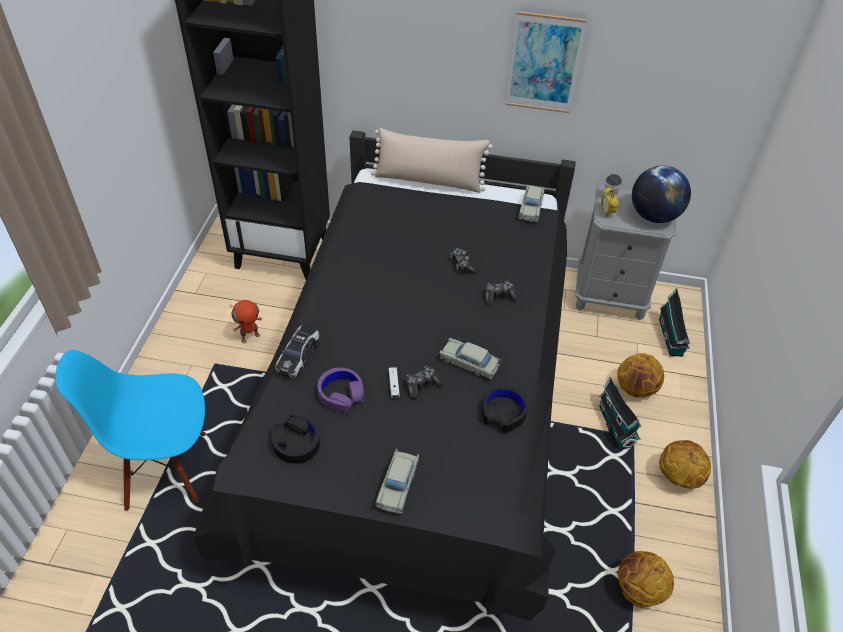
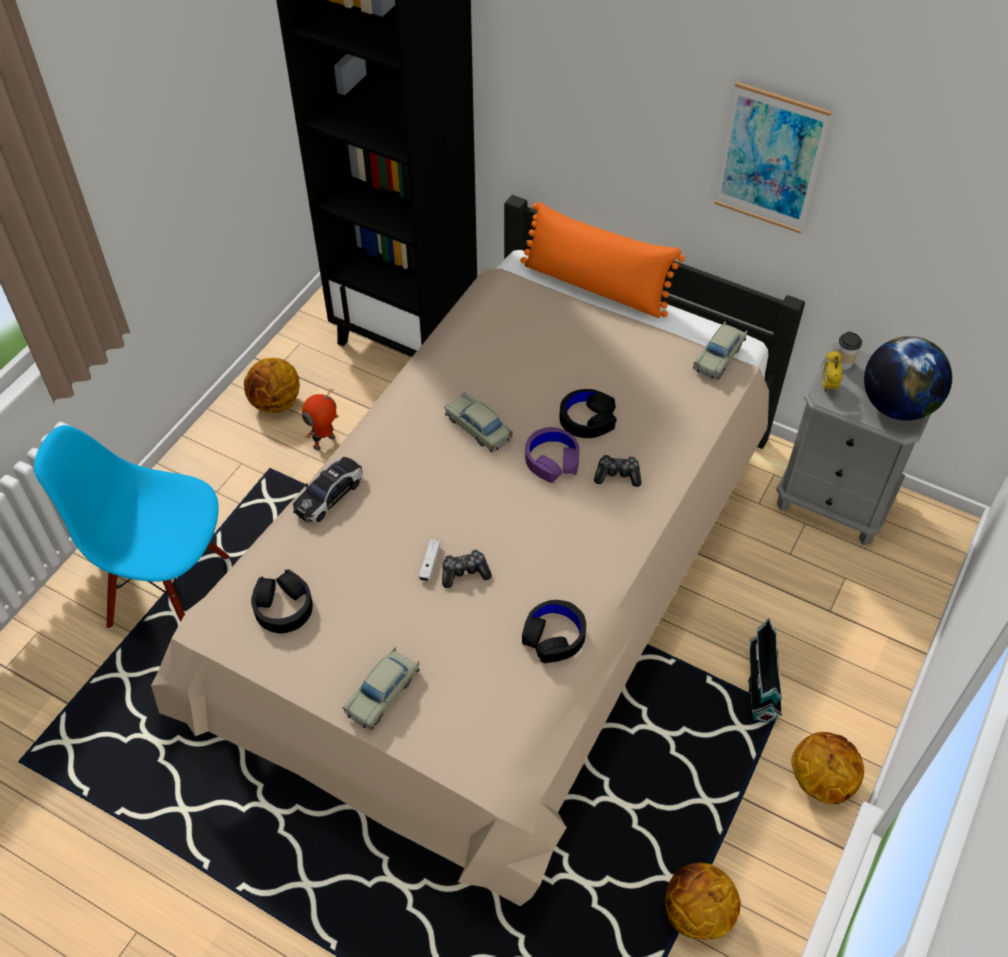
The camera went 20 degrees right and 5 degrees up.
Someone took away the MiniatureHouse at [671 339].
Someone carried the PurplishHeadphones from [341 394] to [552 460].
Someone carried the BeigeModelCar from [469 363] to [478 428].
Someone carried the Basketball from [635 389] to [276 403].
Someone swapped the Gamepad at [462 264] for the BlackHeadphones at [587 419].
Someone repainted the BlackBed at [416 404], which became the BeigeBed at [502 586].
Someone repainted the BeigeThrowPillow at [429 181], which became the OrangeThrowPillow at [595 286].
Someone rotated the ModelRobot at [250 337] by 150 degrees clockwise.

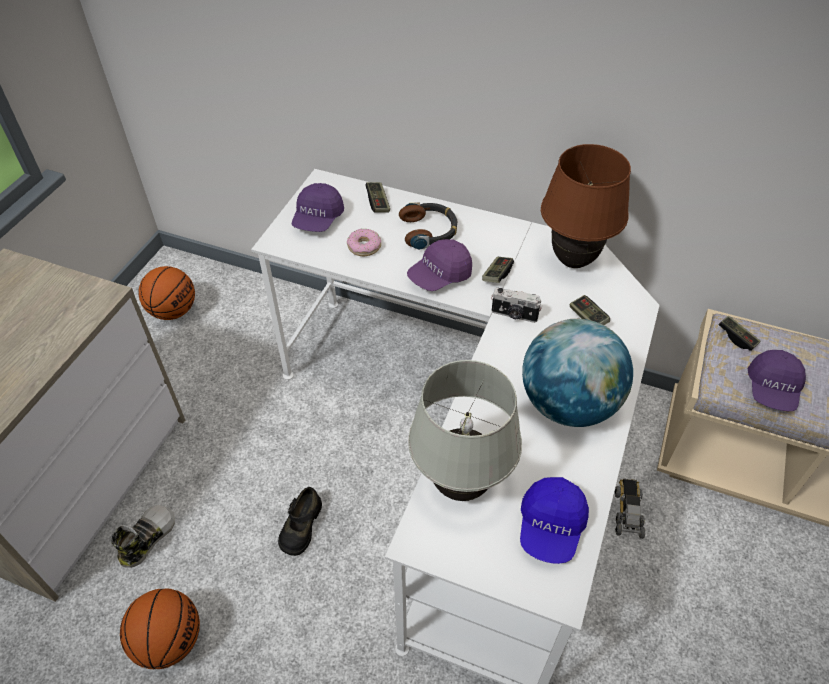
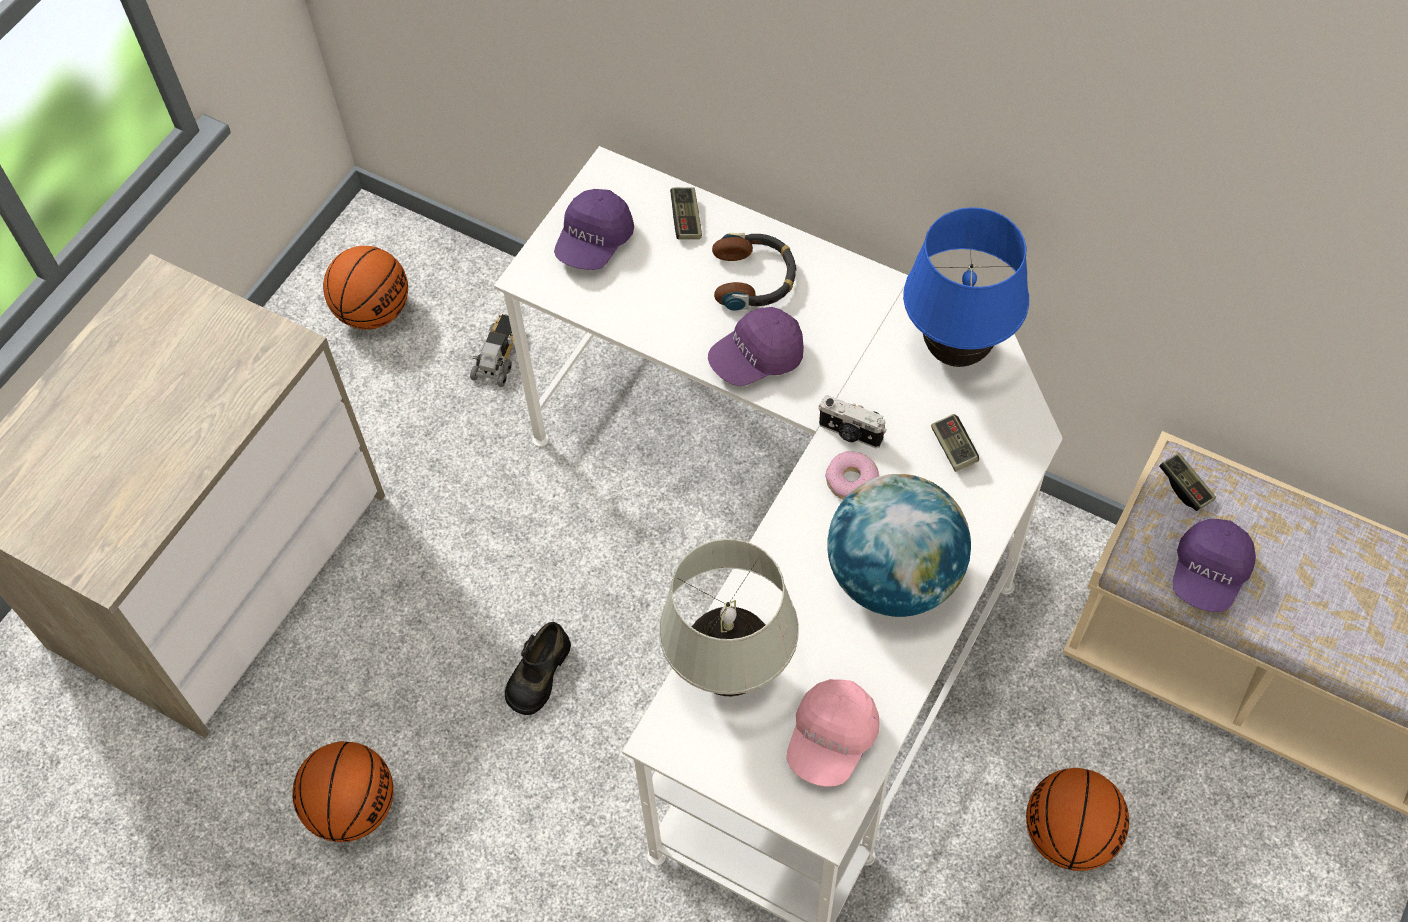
The camera went 10 degrees right and 10 degrees up.
Someone took away the LowShoe at [146 538].
Someone took away the Gamepad at [497 275].
Someone put down the Basketball at [1068 835].
Someone carried the Donut from [364 246] to [852 480].
Someone carried the ToyTruck from [628 512] to [499 355].
Someone repainted the BluishPeakedCap at [550 527], which became the PinkPeakedCap at [831 740].
Someone repainted the BrownishTabletopLamp at [573 261], which became the BluishTabletopLamp at [956 351].

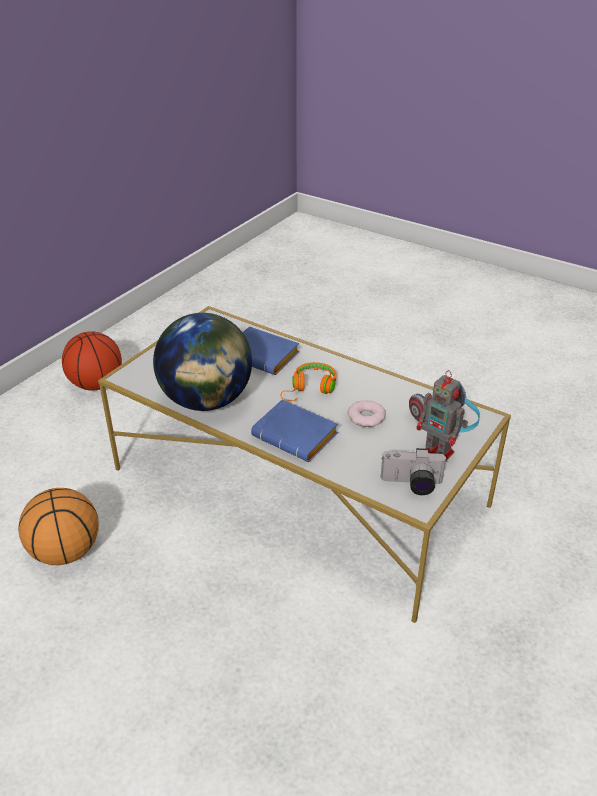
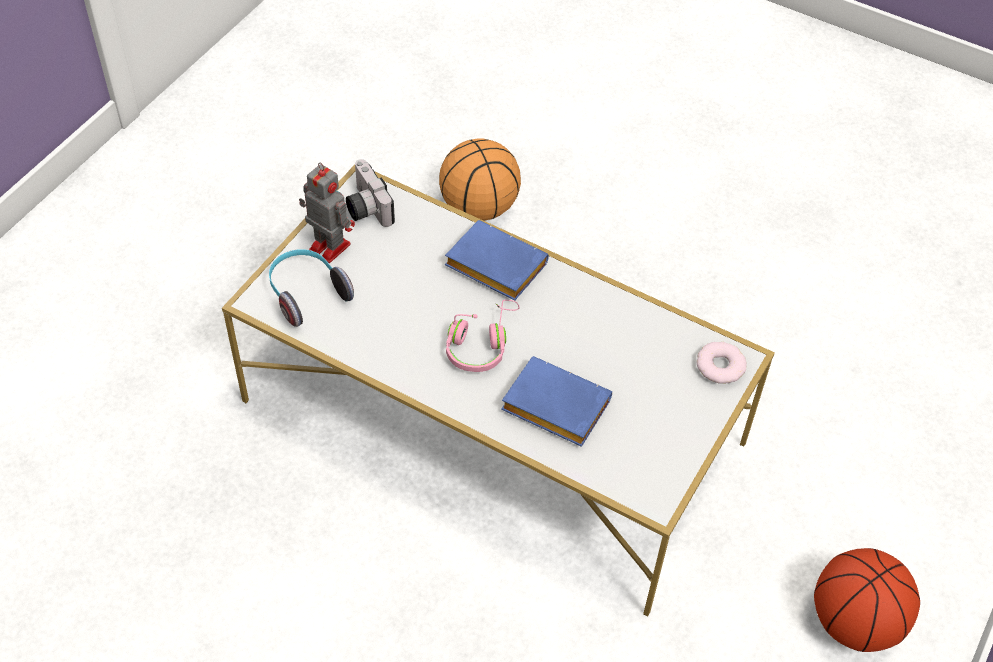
The camera went 175 degrees right and 15 degrees up.
Someone took away the Globe at [207 401].
Someone carried the Basketball from [65 552] to [479 207].
Someone carried the Donut from [366 417] to [720 366].
Someone repainted the OrangeHeadphones at [310 389], which became the PinkHeadphones at [481 343].
Someone rotated the PhotoCamera at [412 485] by 120 degrees counterclockwise.

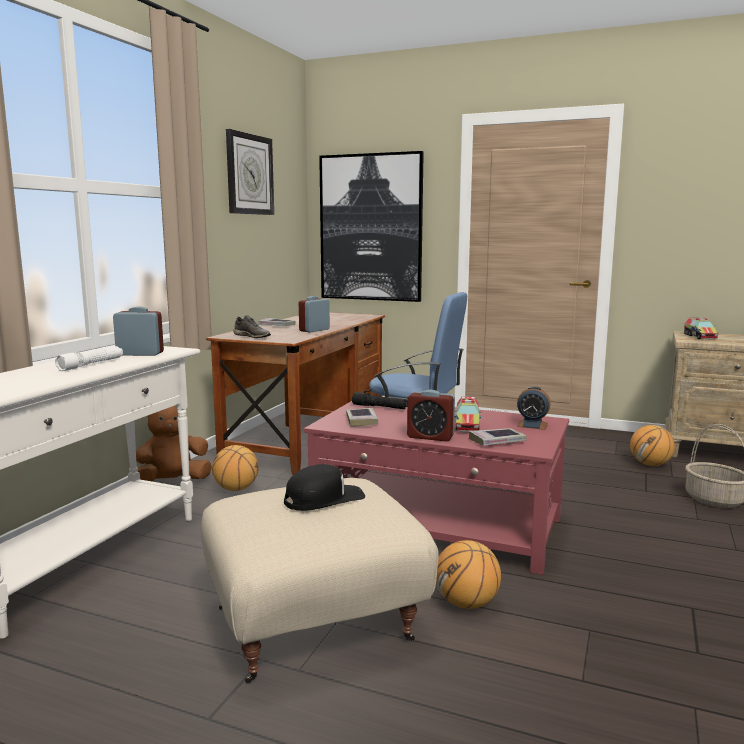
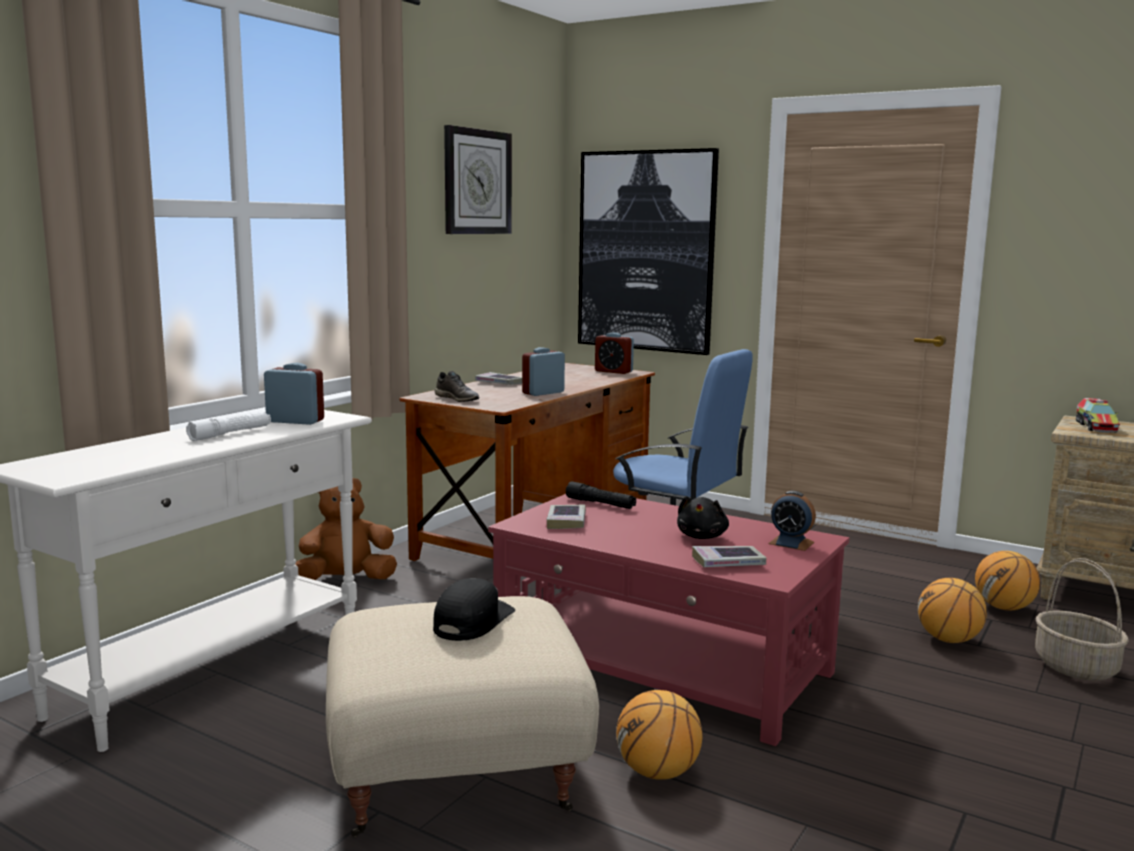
The camera went 10 degrees right and 0 degrees up.
Someone carried the Basketball from [236 489] to [948 640].
Someone carried the AlarmClock from [430 437] to [613 371].
Someone swapped the ToyTruck at [467 425] for the BlackPlushToy at [702 536].
Someone rotated the BlackPeakedCap at [324 499] by 45 degrees counterclockwise.

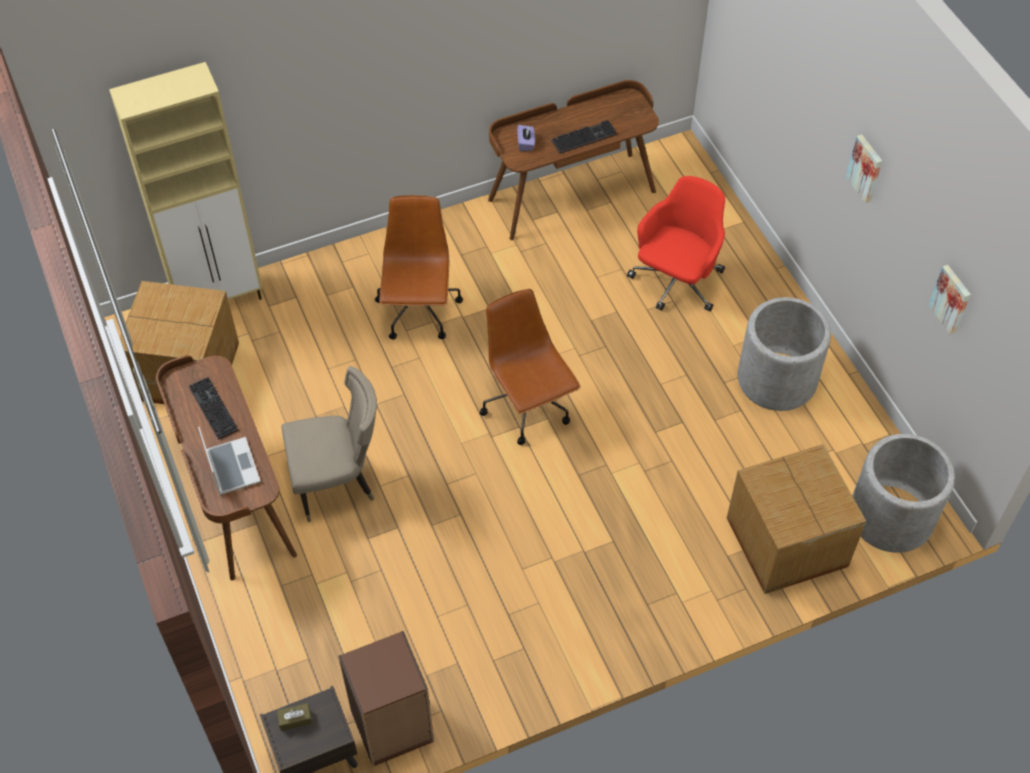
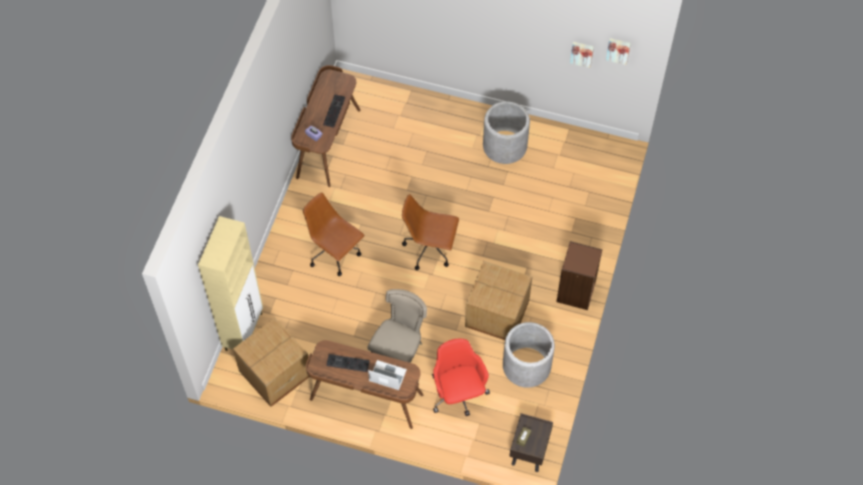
The camera went 50 degrees left and 5 degrees up.
Someone carried the BrownishBookshelf from [392 727] to [576 292].
Someone carried the ReddishOfficeChair from [676 283] to [458 393].
Someone carried the Carton from [786 543] to [497 314].
Someone carried the WallArt from [866 168] to [618 50].
Someone carried the GreyishFlowerPot from [890 516] to [526 366].

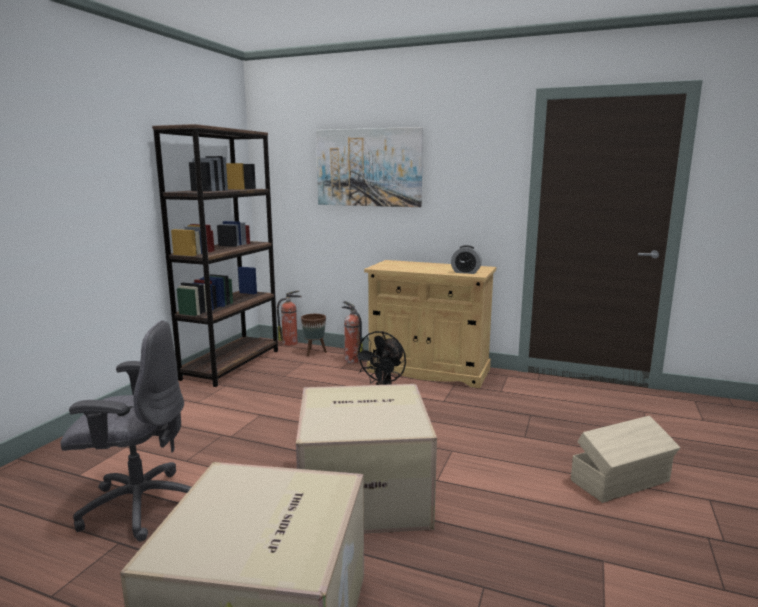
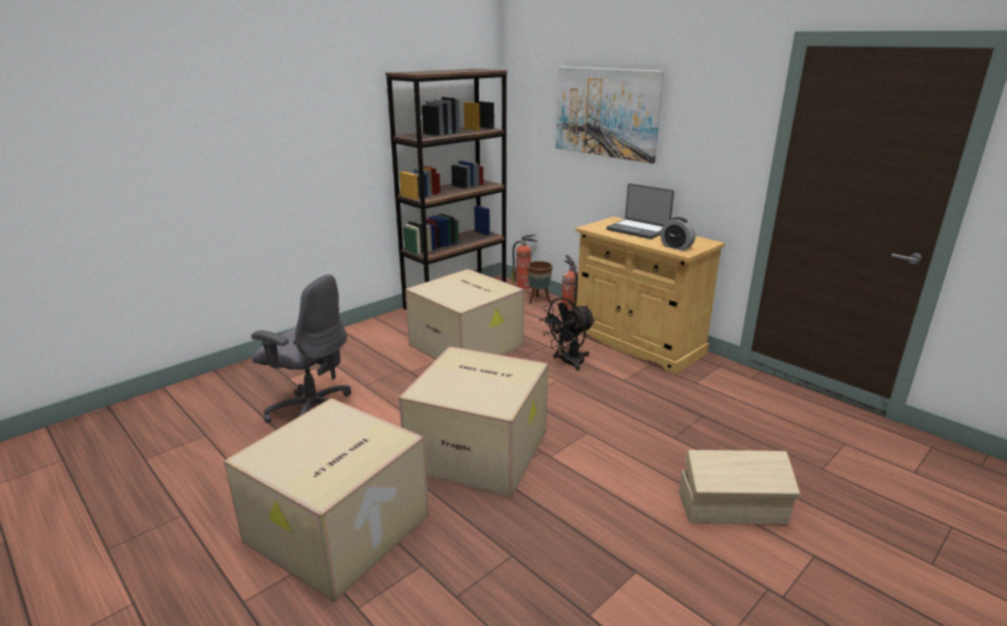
The camera went 25 degrees right and 10 degrees up.
Someone put down the Carton at [468 345].
Someone put down the PortableComputer at [638 230].

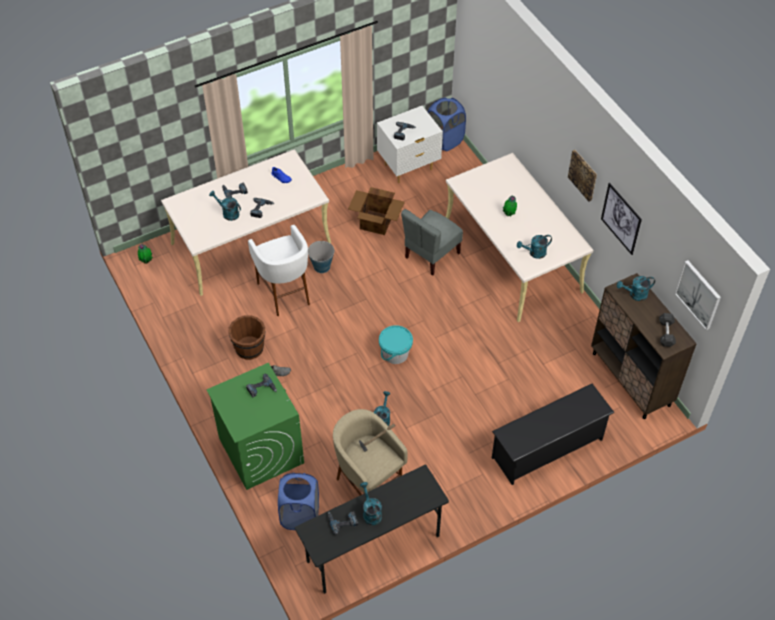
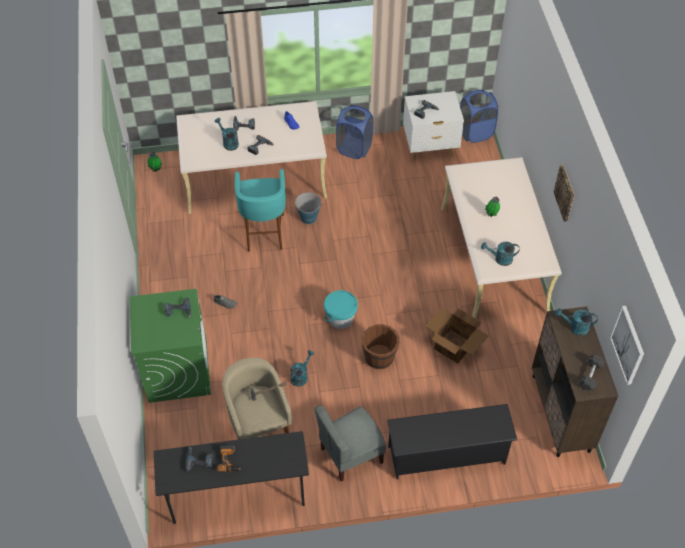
The camera went 20 degrees right and 0 degrees up.
Someone took away the WallArt at [621 218].
Someone carried the BrownishPail from [249 348] to [379 357].
Someone carried the BluishWashingBasket from [300 515] to [354 148].
Someone carried the Carton from [376 222] to [454 347].
Someone carried the GreyishPlainChair from [431 255] to [350 455].
Someone swapped the BlueGreenWateringCan at [370 512] for the ElectricDrill at [229 460].
Someone repainted the WhiteStool at [285 293], which became the BlueGreenStool at [264 233].

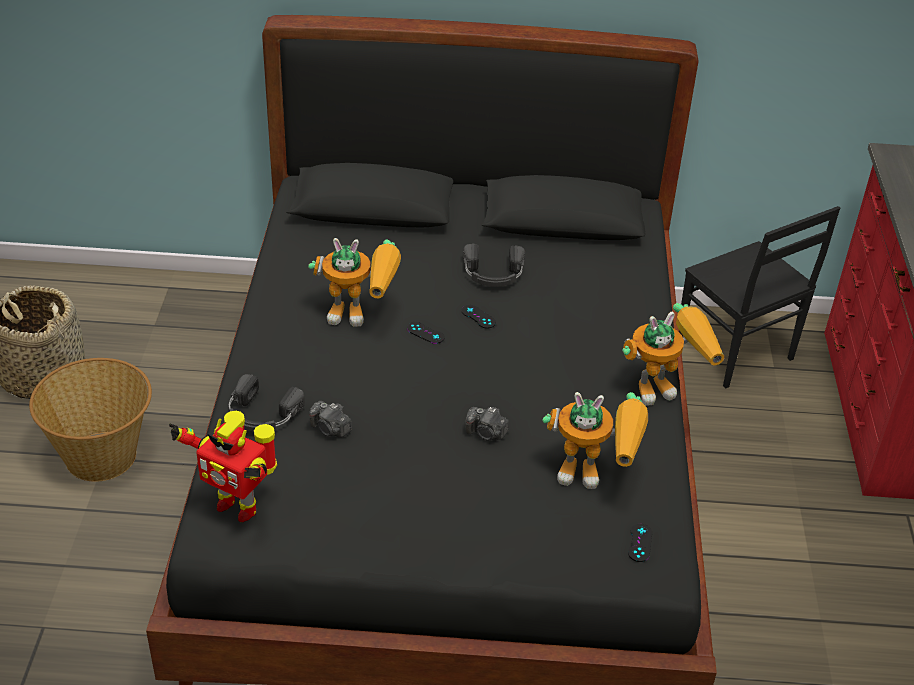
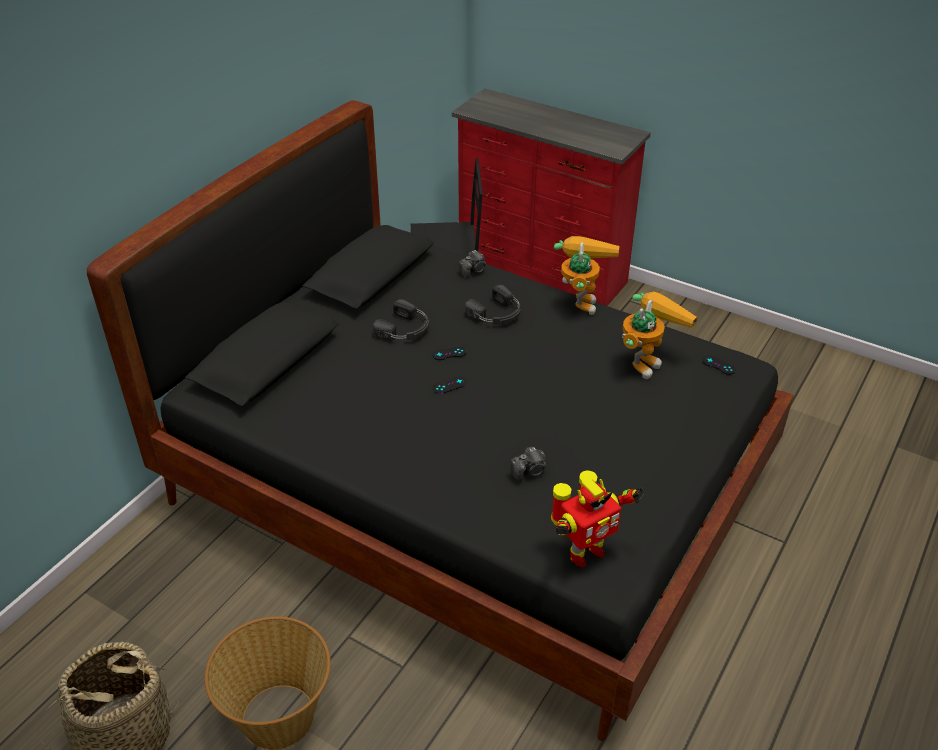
The camera went 60 degrees left and 0 degrees up.
Someone took away the ModelRobot at [362 314].
Someone carried the BlackHeadphones from [261 414] to [497 314].
Someone carried the PhotoCamera from [486 433] to [473 271].

